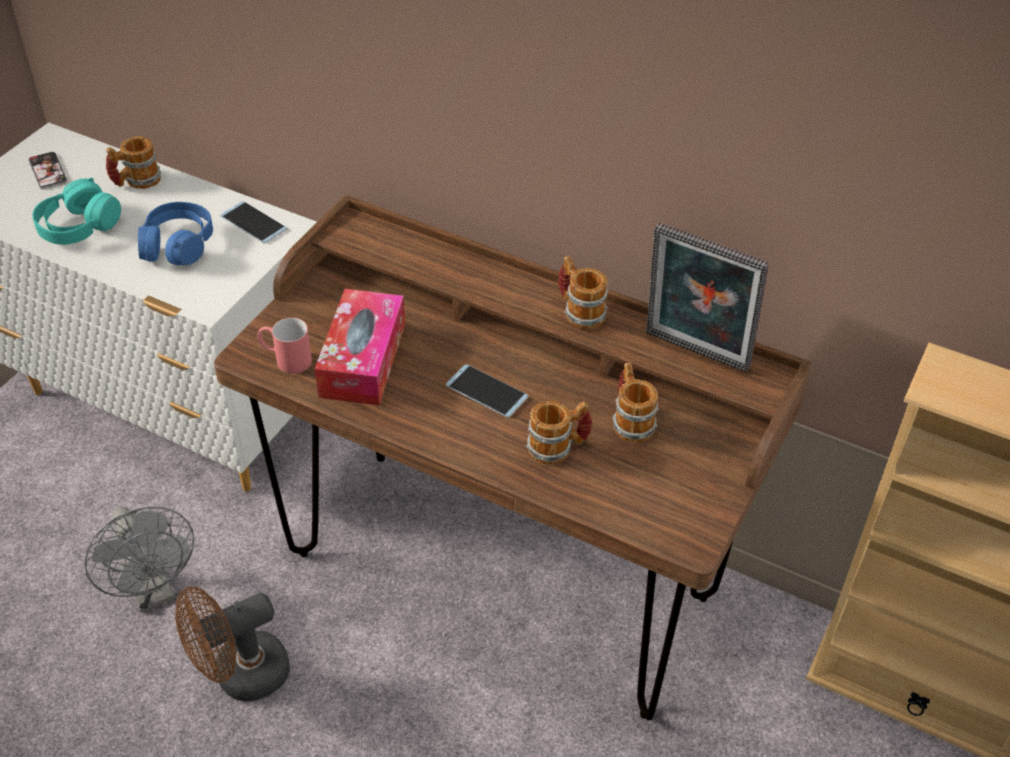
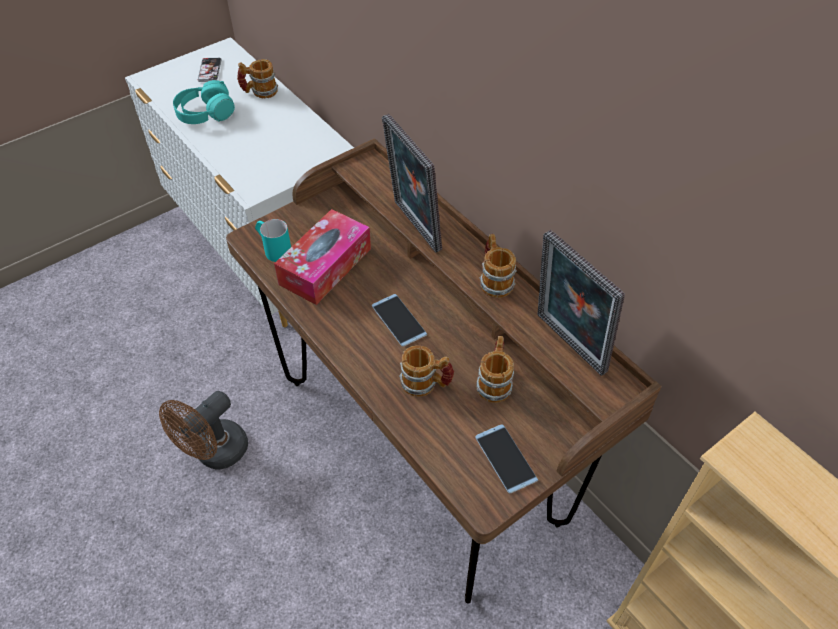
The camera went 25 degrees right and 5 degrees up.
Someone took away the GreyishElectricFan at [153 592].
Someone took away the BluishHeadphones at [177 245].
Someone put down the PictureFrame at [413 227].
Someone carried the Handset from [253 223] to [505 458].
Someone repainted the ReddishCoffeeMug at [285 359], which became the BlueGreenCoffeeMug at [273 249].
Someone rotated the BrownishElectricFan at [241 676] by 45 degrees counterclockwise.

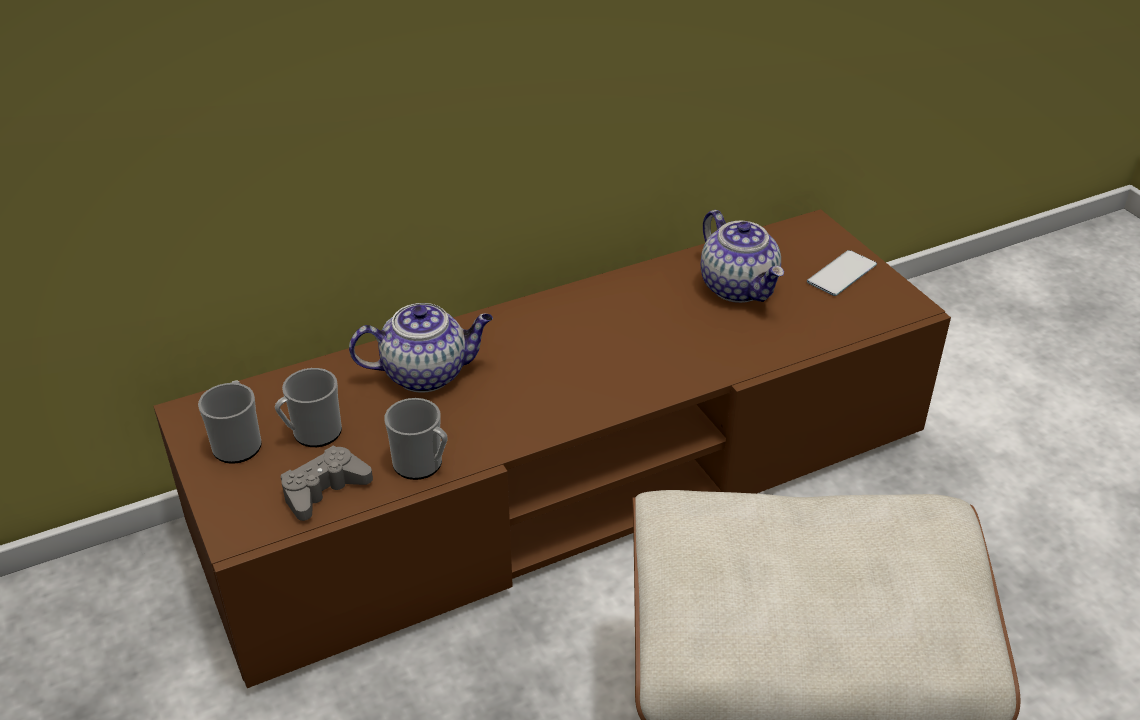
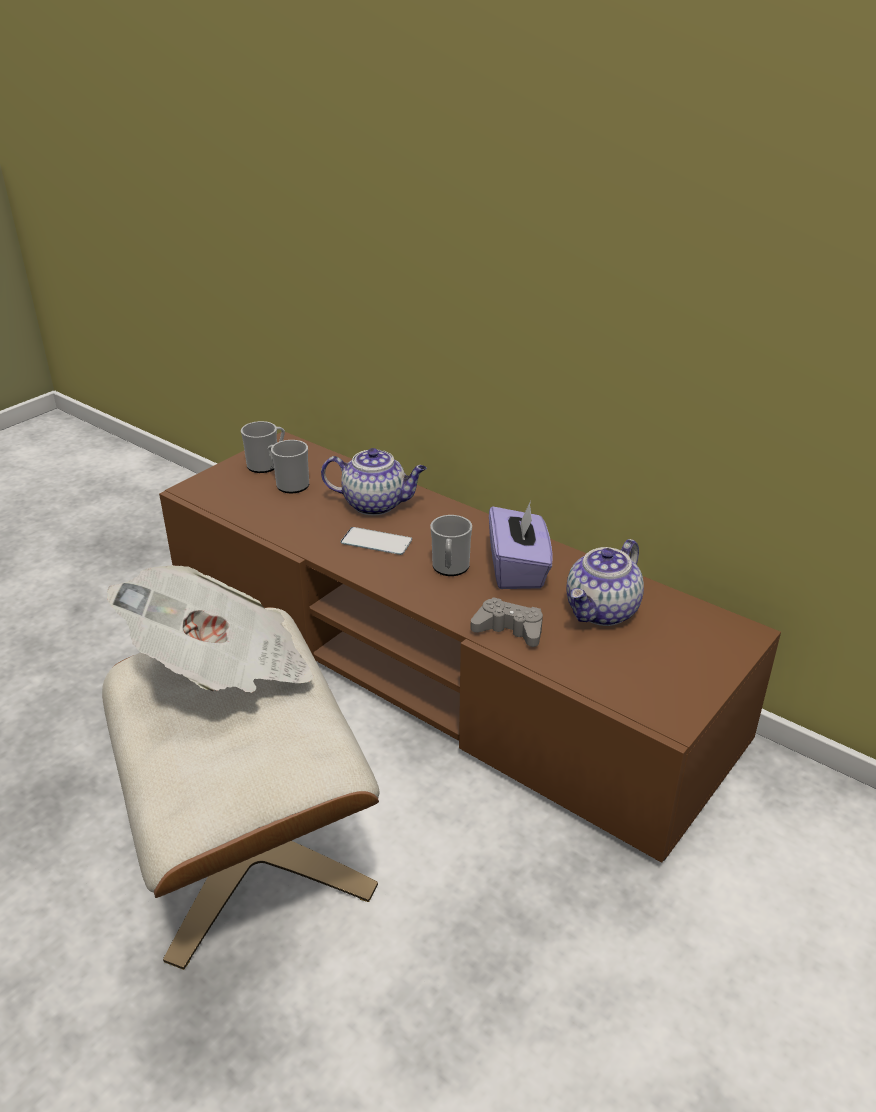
The camera went 65 degrees right and 5 degrees down.
Someone put down the PrintedPaper at [223 668].
Someone put down the PurplishBoxOfTissues at [518 569].
Someone carried the GreyishGamepad from [324 490] to [509 629].
Someone carried the CoffeeMug from [422 465] to [450 568].
Someone carried the Handset from [841 274] to [376 541].
Someone rotated the Teapot at [427 373] by 45 degrees counterclockwise.

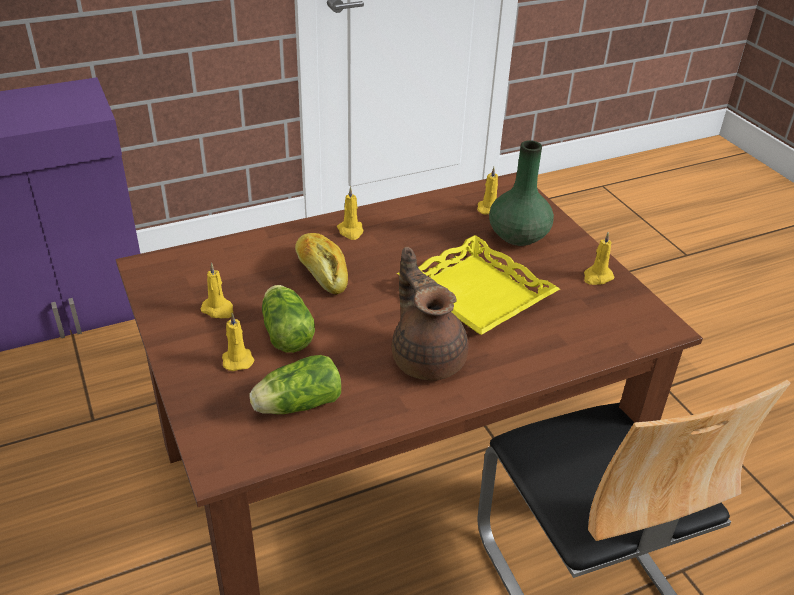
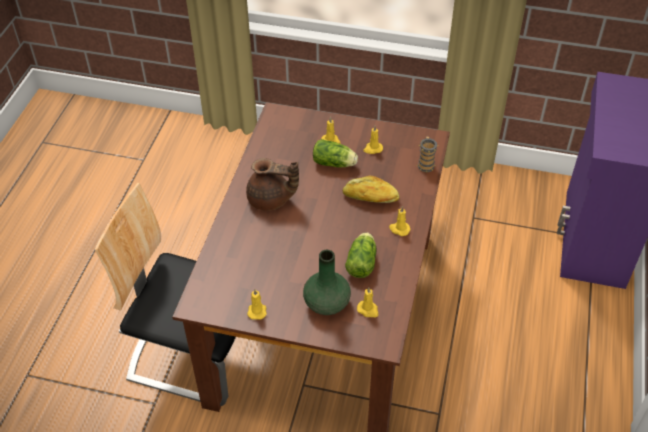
The camera went 130 degrees right and 10 degrees up.
Someone took away the YellowCarryingTray at [475 294].
Someone put down the CoffeeMug at [425 164].
Someone carried the Lettuce from [295 405] to [362 261].

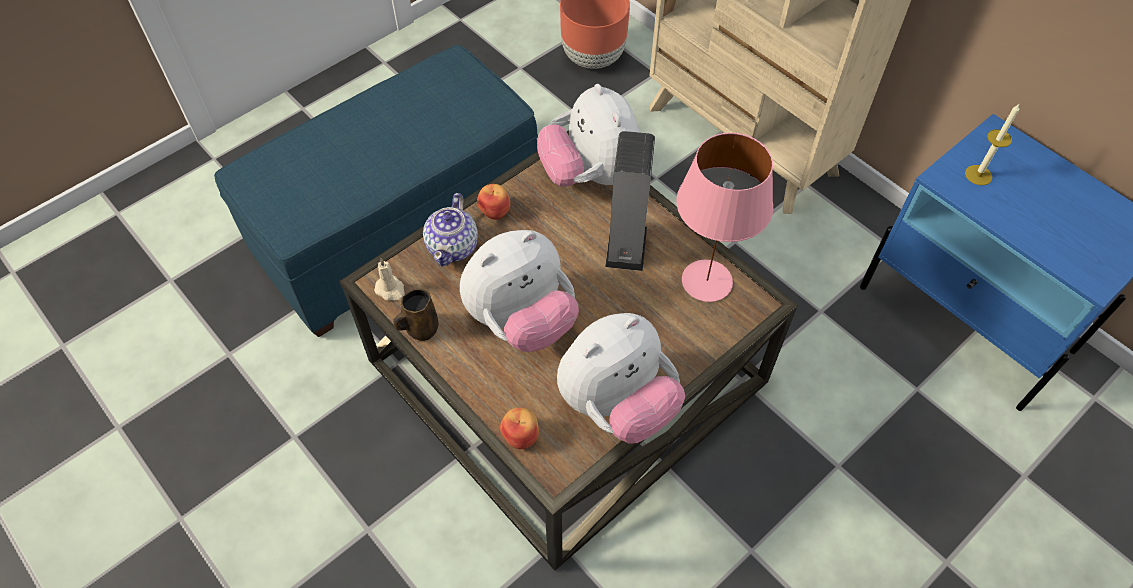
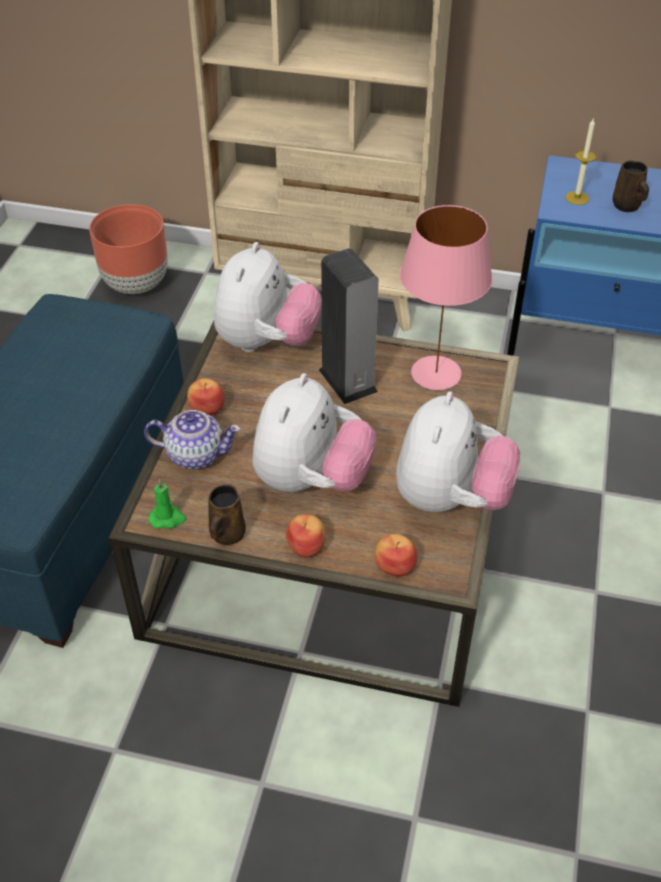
The camera went 35 degrees left and 10 degrees down.
Someone put down the AppleFruit at [306 546].
Someone put down the BrownishCoffeeMug at [627 206].
Someone repainted the BeigeWaxLight at [391 290], which became the GreenWaxLight at [168 518].
Someone rotated the Teapot at [453 246] by 60 degrees counterclockwise.
Someone rotated the PlushToy at [590 175] by 105 degrees counterclockwise.

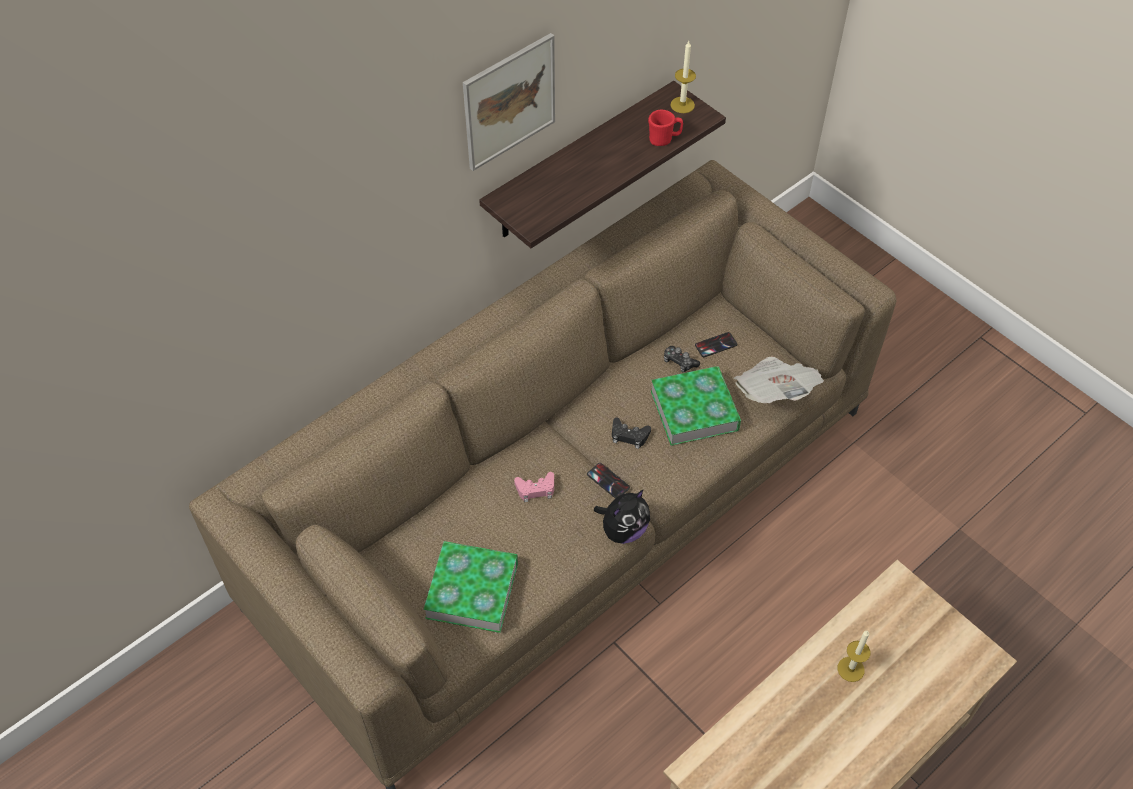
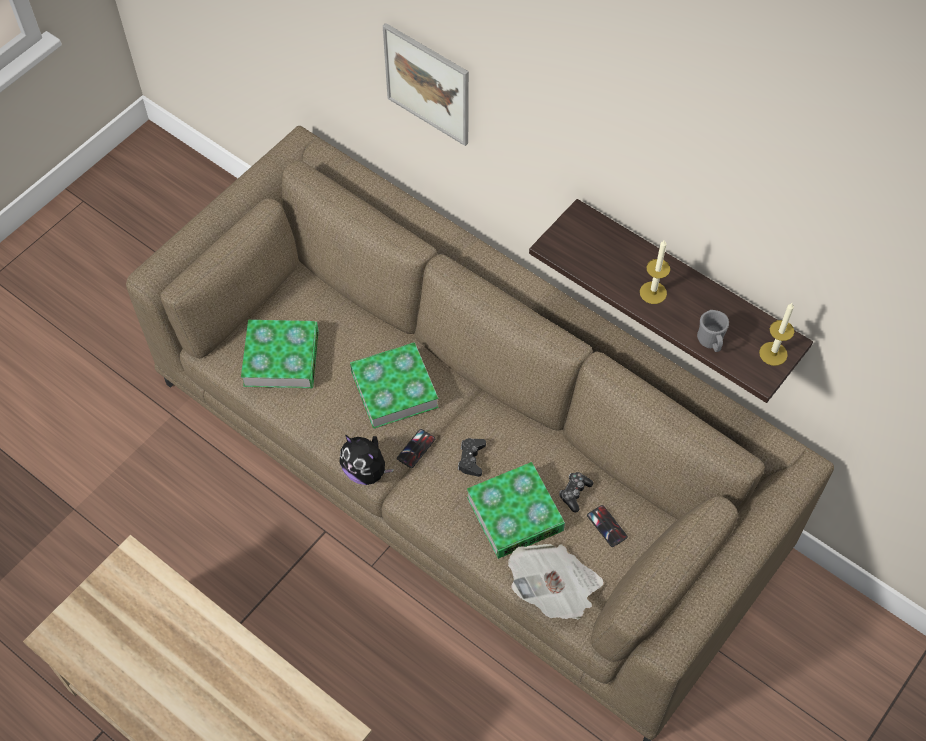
The camera went 80 degrees right and 5 degrees up.
Someone carried the WallArt from [509 101] to [427 84].
Someone carried the WaxLight from [850 669] to [653 292].
Someone swapped the PinkGamepad at [536 489] for the BoundBook at [394 389].
Someone repainted the ReddishCoffeeMug at [664 139], which became the GreyishCoffeeMug at [711 342].

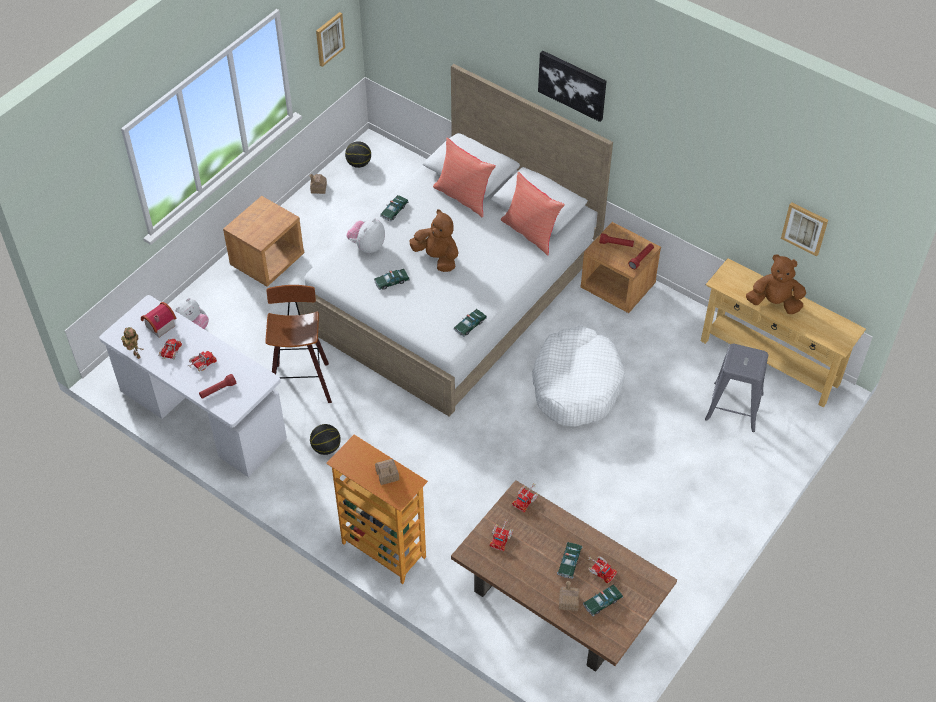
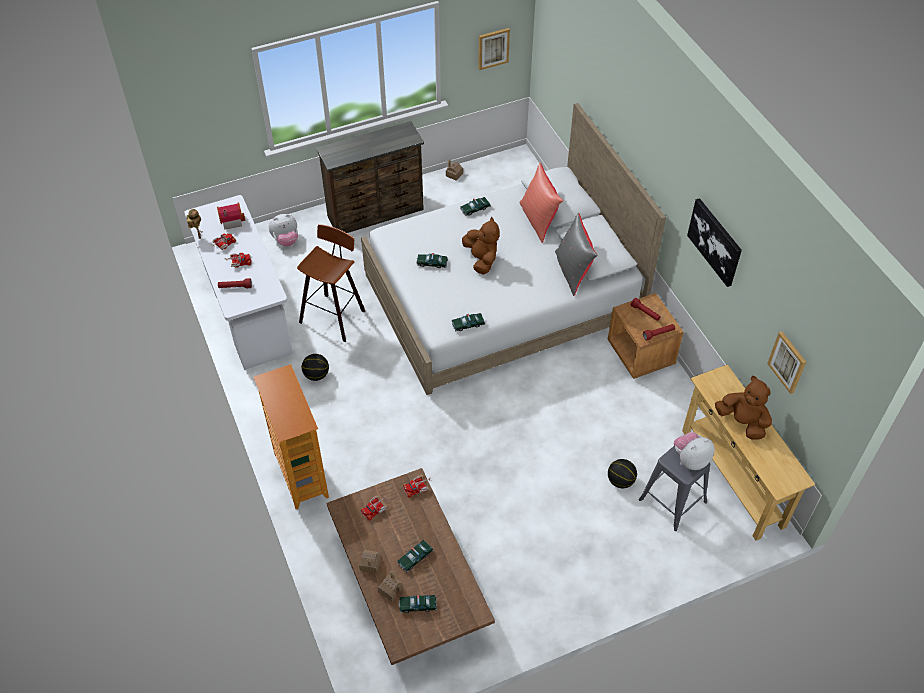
The camera went 30 degrees right and 0 degrees up.
Someone took away the WhiteDogCushion at [576 385].
Someone took away the ToyTruck at [600 570].
Someone carried the Basketball from [359 164] to [620 481].
Someone carried the PlushToy from [367 246] to [690 459].
Someone carried the MiniatureHouse from [387 475] to [370 564].
Someone carried the WallArt from [572 85] to [715 241].
Someone swapped the BrownishBedsideTable at [267 261] for the BrownishChestOfDrawers at [376 214].
Someone repainted the ReddishThrowPillow at [531 232], which became the GreyishThrowPillow at [573 271].

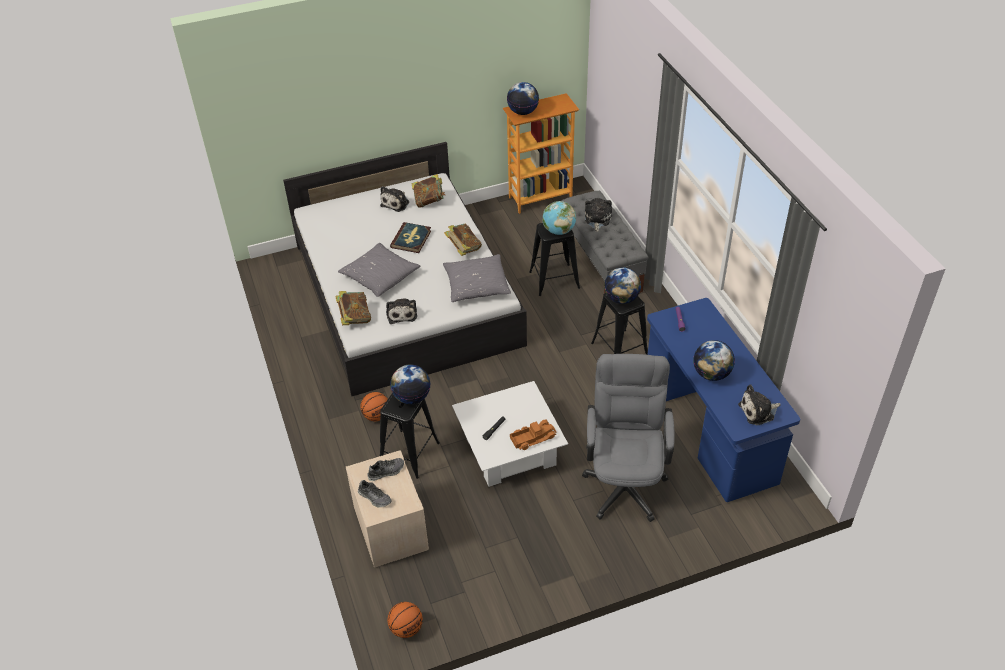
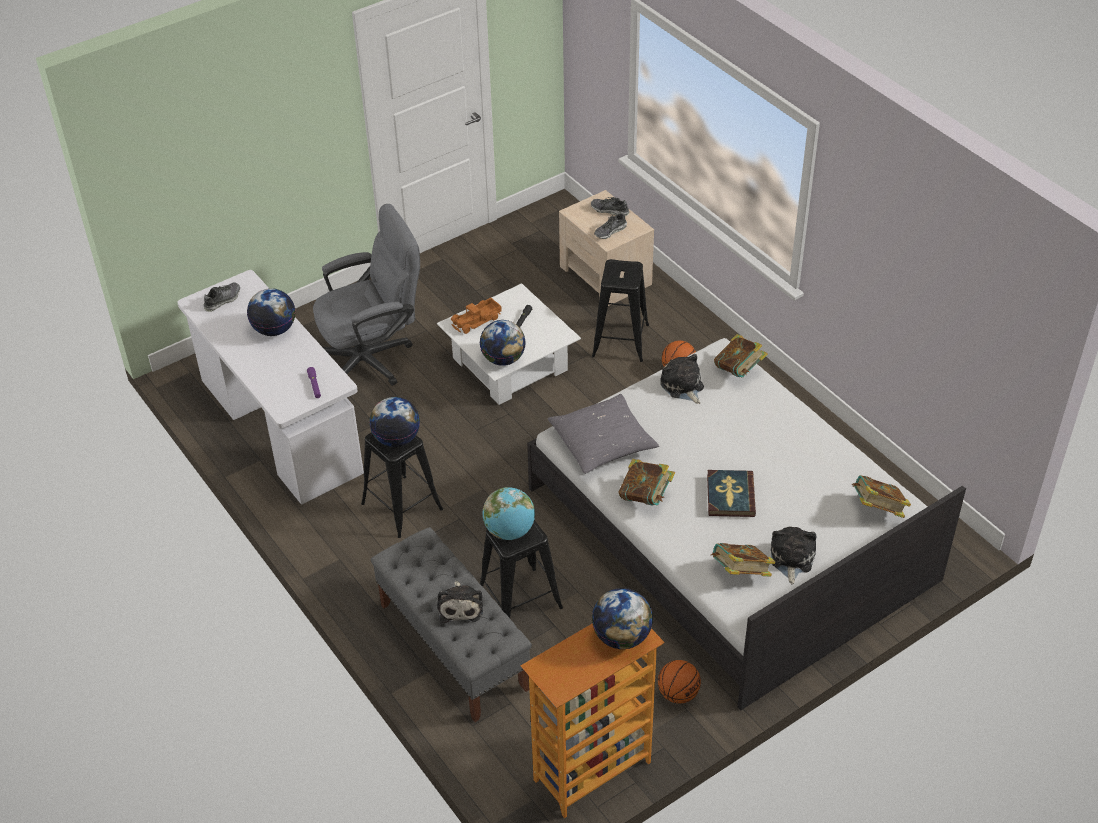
The camera went 165 degrees right and 0 degrees up.
Someone took away the GreyishThrowPillow at [380 276].
Someone put down the BoundBook at [877 509].
Someone carried the Basketball from [406 628] to [678 694].
Someone carried the Globe from [412 397] to [503 359].
Someone swapped the PlushToy at [758 411] for the LowShoe at [222 300].
Someone repainted the BluishDesk at [709 429], which became the WhiteDesk at [280 427].
Someone rotated the GreyishOfficeChair at [625 480] by 105 degrees counterclockwise.

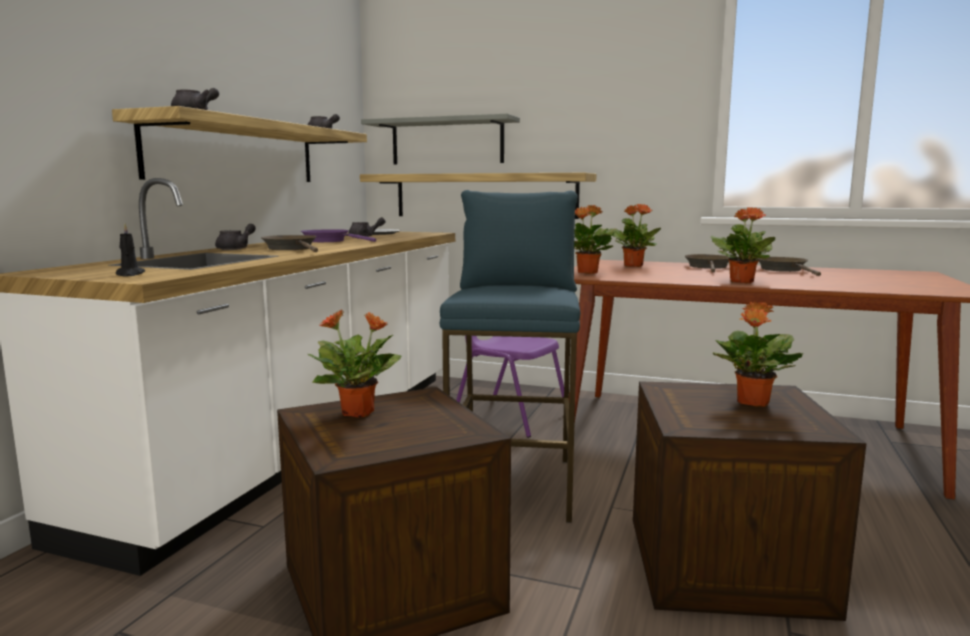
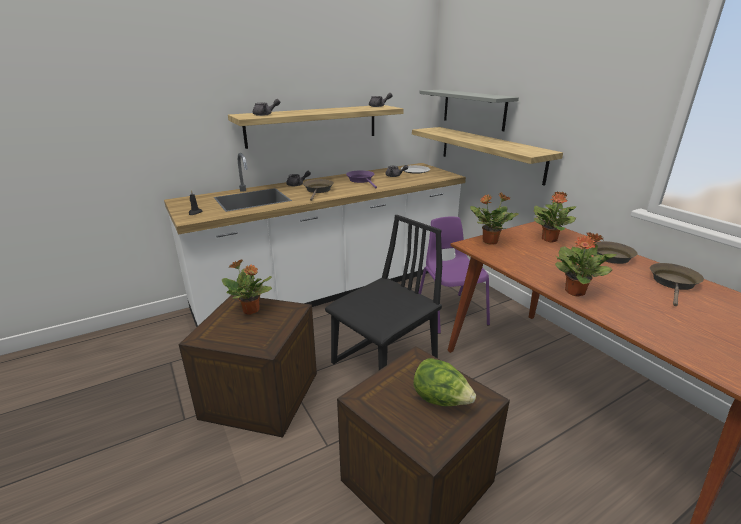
The camera went 40 degrees right and 15 degrees up.
Someone swapped the BluishStool at [514 485] for the BlackPlainChair at [385 364].
Someone swapped the PlantInAPot at [752 403] for the Lettuce at [441 400].

